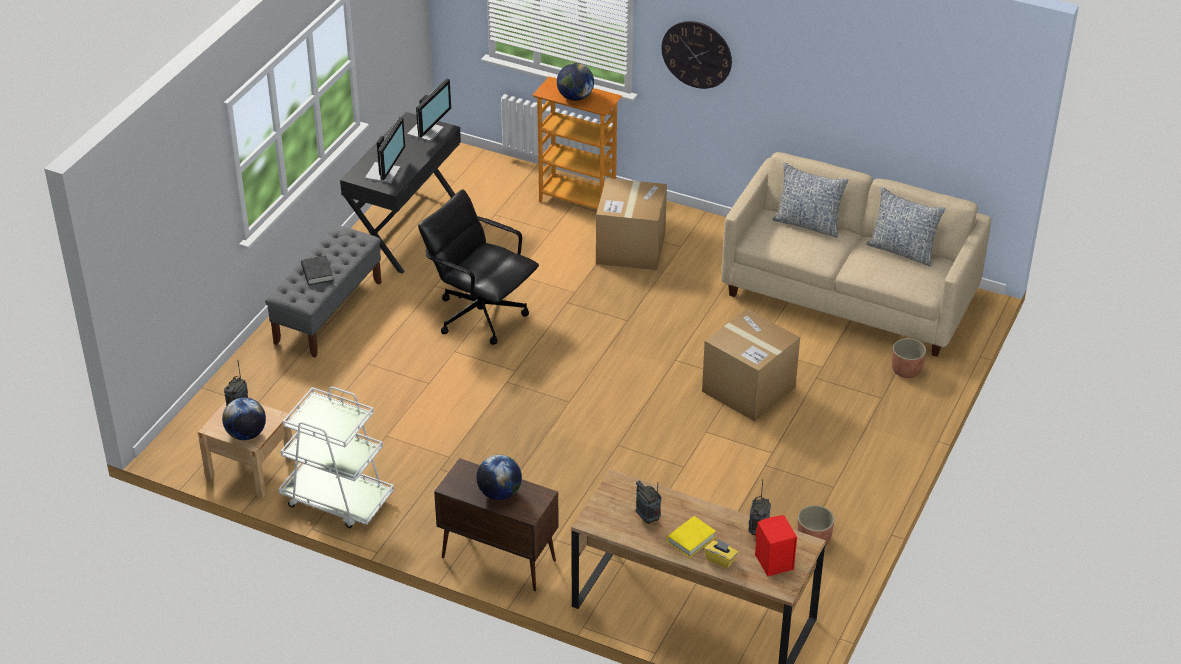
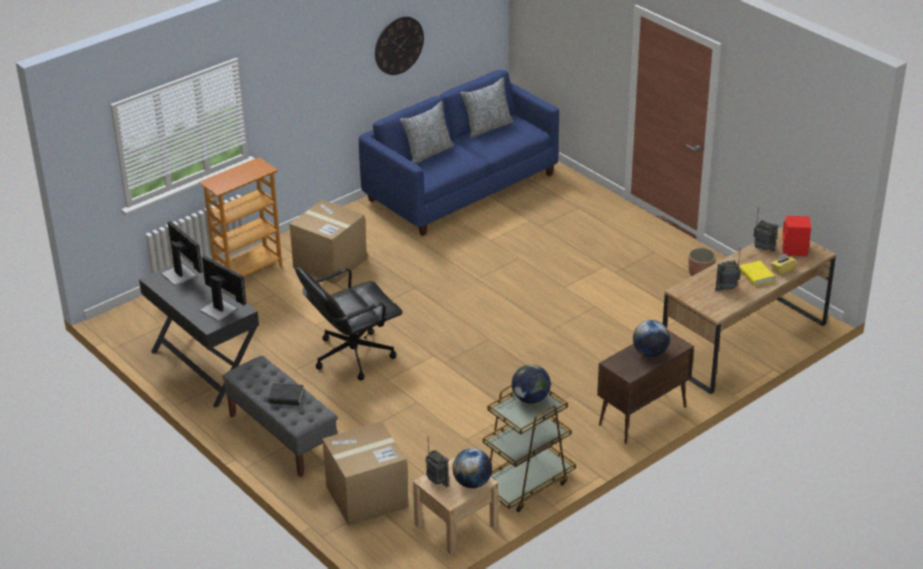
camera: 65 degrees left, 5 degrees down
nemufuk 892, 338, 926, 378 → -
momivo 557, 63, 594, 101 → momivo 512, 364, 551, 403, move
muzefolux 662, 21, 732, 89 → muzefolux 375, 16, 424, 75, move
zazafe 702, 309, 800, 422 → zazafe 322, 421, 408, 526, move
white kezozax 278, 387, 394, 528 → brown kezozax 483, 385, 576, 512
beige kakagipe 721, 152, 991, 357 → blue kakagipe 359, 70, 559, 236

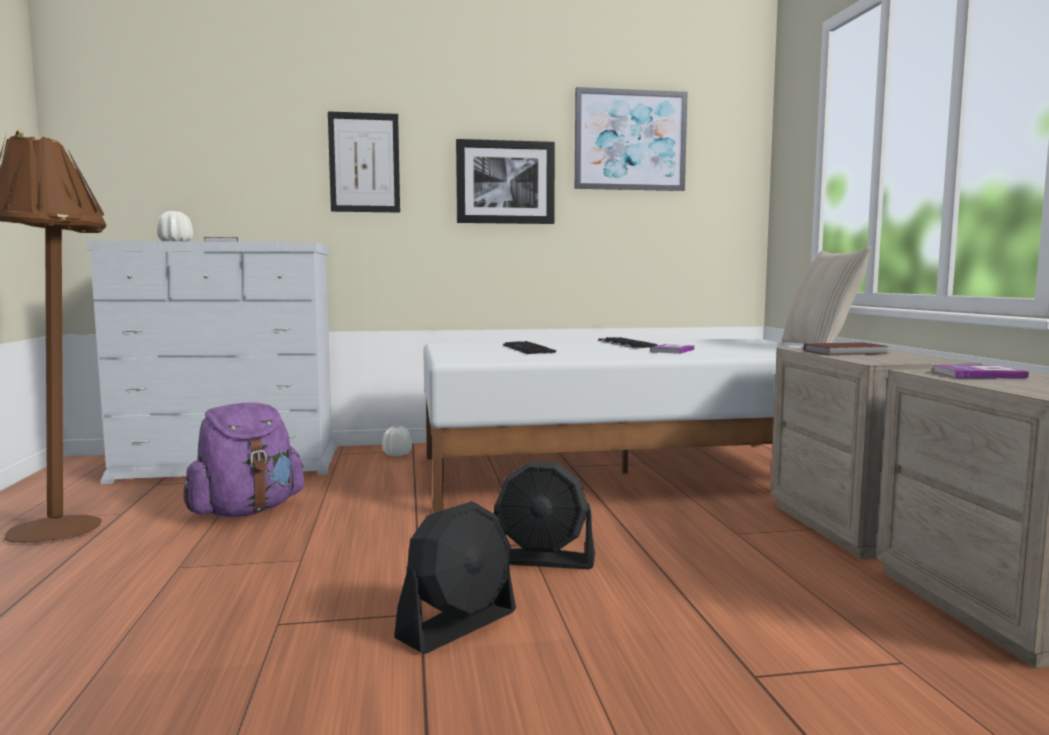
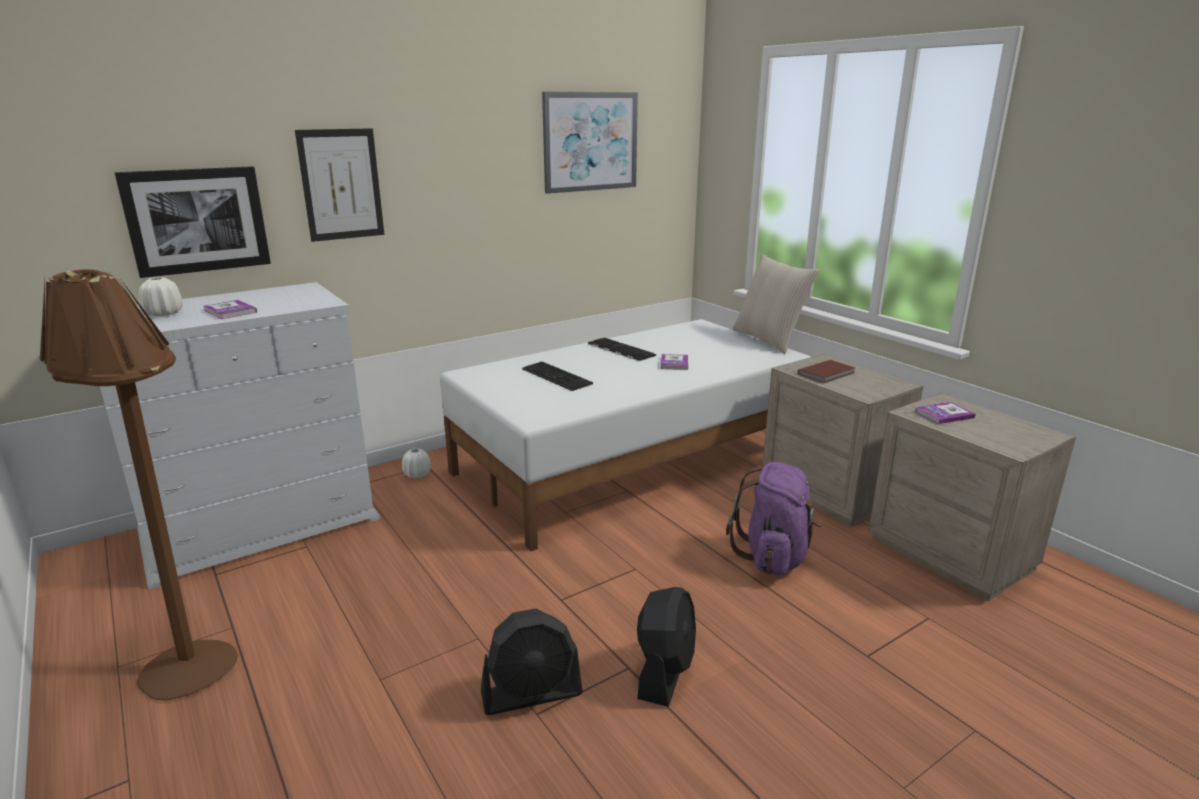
camera: 25 degrees left, 15 degrees up
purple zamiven 183, 403, 304, 517 → purple zamiven 726, 462, 823, 575, move
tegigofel 456, 139, 555, 224 → tegigofel 115, 166, 271, 278, move
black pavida 494, 461, 595, 569 → black pavida 481, 609, 583, 715, move

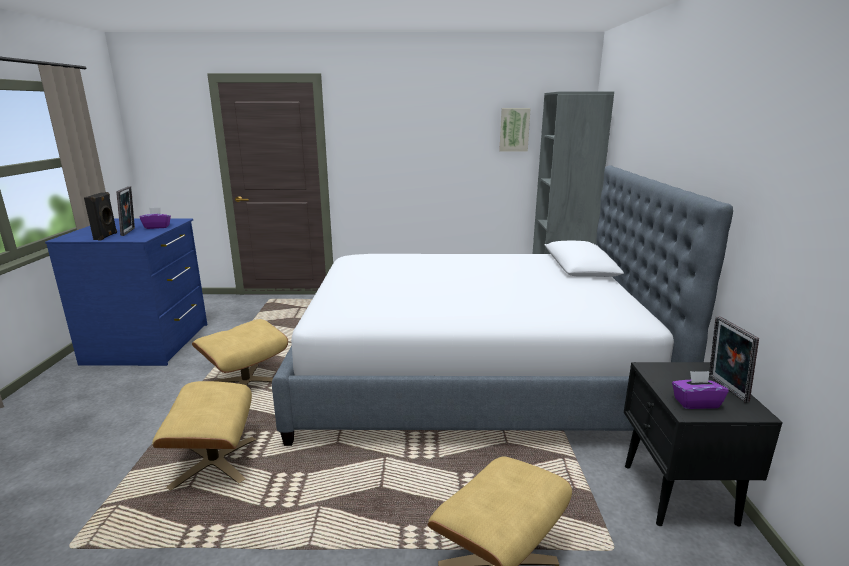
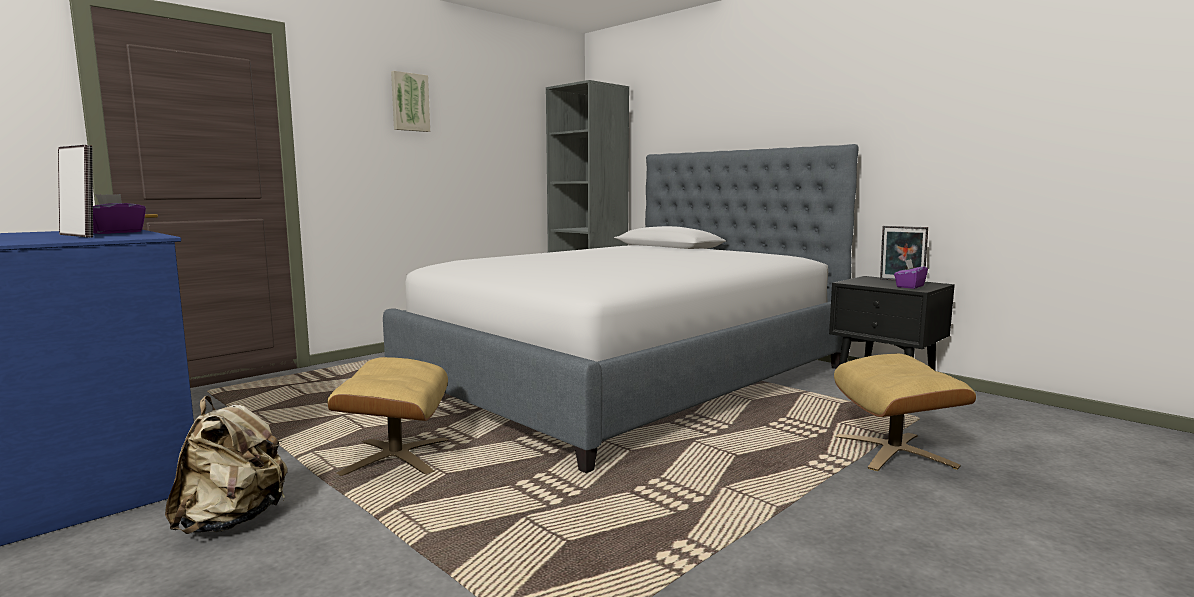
camera: 45 degrees left, 10 degrees down
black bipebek 84, 192, 117, 240 → -
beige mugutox 152, 381, 256, 491 → -
- → beige zamiven 165, 396, 288, 534
tegigofel 499, 108, 531, 152 → tegigofel 391, 71, 430, 132, move

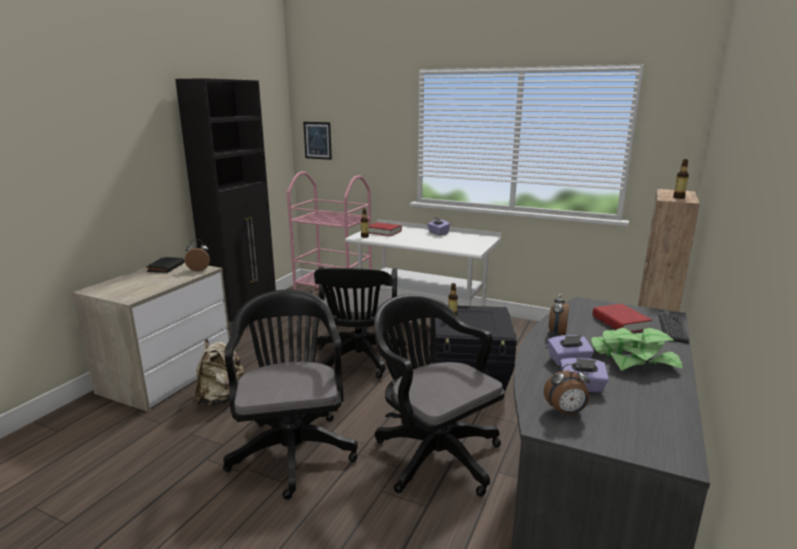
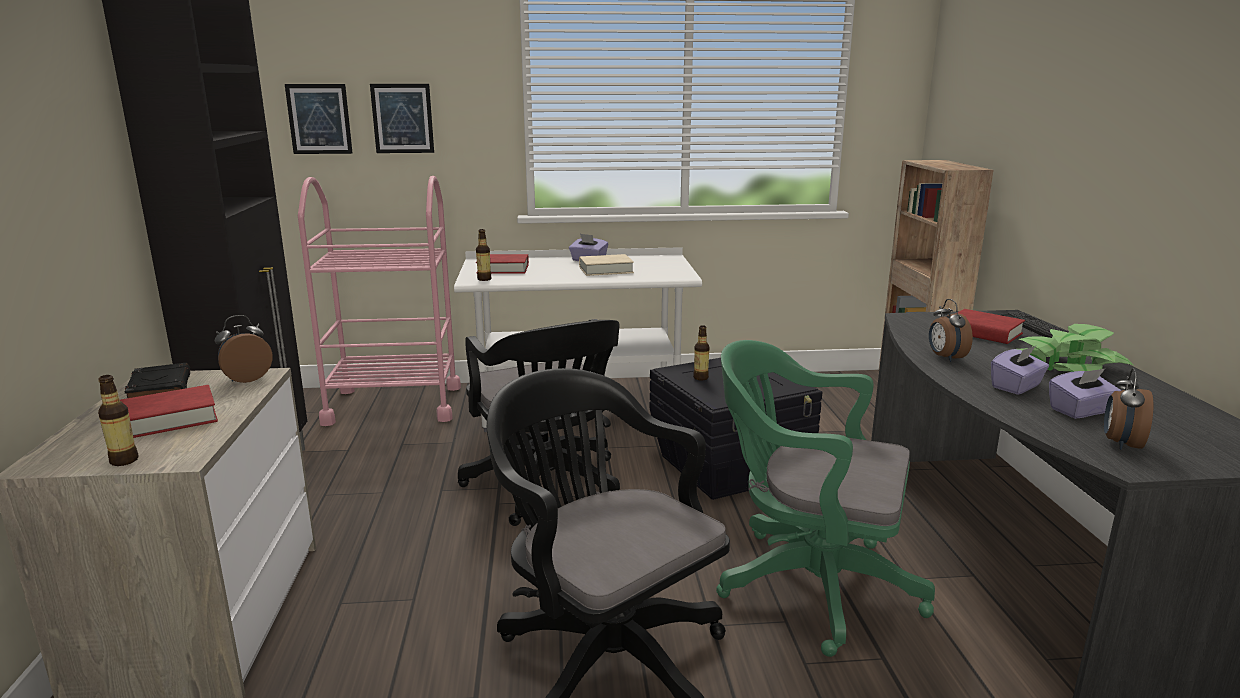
camera: 30 degrees left, 0 degrees up
beige zamiven 195, 339, 245, 407 → -
- → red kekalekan 120, 385, 218, 438
- → tegigofel 370, 84, 434, 153
- → beige kekalekan 579, 254, 634, 276
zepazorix 673, 159, 689, 199 → zepazorix 98, 375, 139, 466, move
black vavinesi 374, 294, 505, 497 → green vavinesi 716, 340, 935, 657
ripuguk 544, 363, 590, 415 → ripuguk 1104, 368, 1153, 450, 150 degrees clockwise

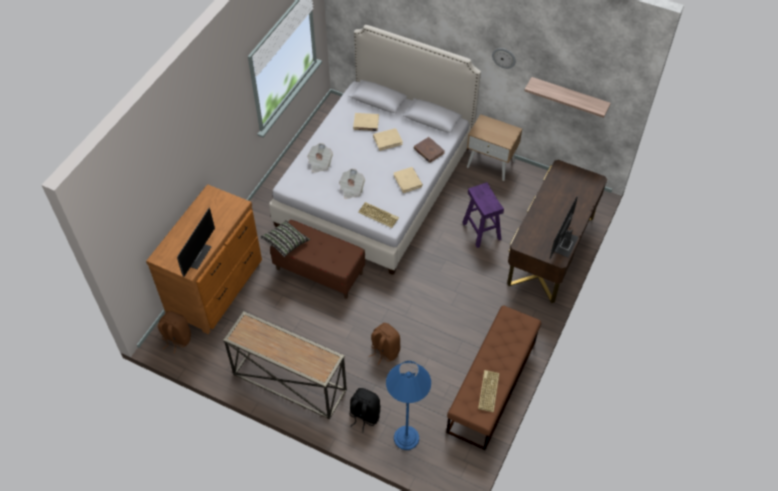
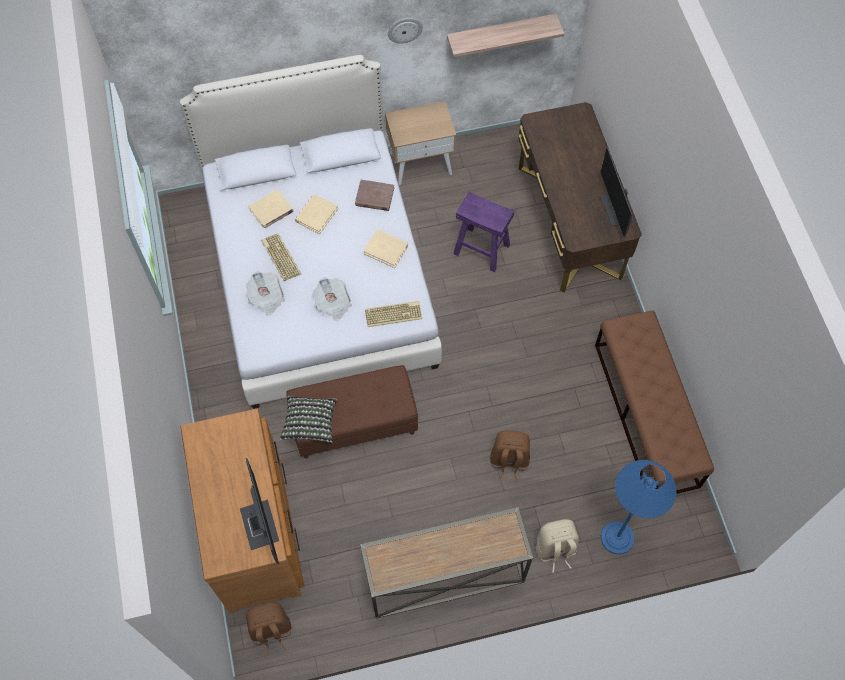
camera: 40 degrees left, 10 degrees up
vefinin 478, 370, 499, 412 → vefinin 261, 233, 301, 281, move
black zamiven 350, 388, 381, 432 → beige zamiven 536, 519, 579, 573

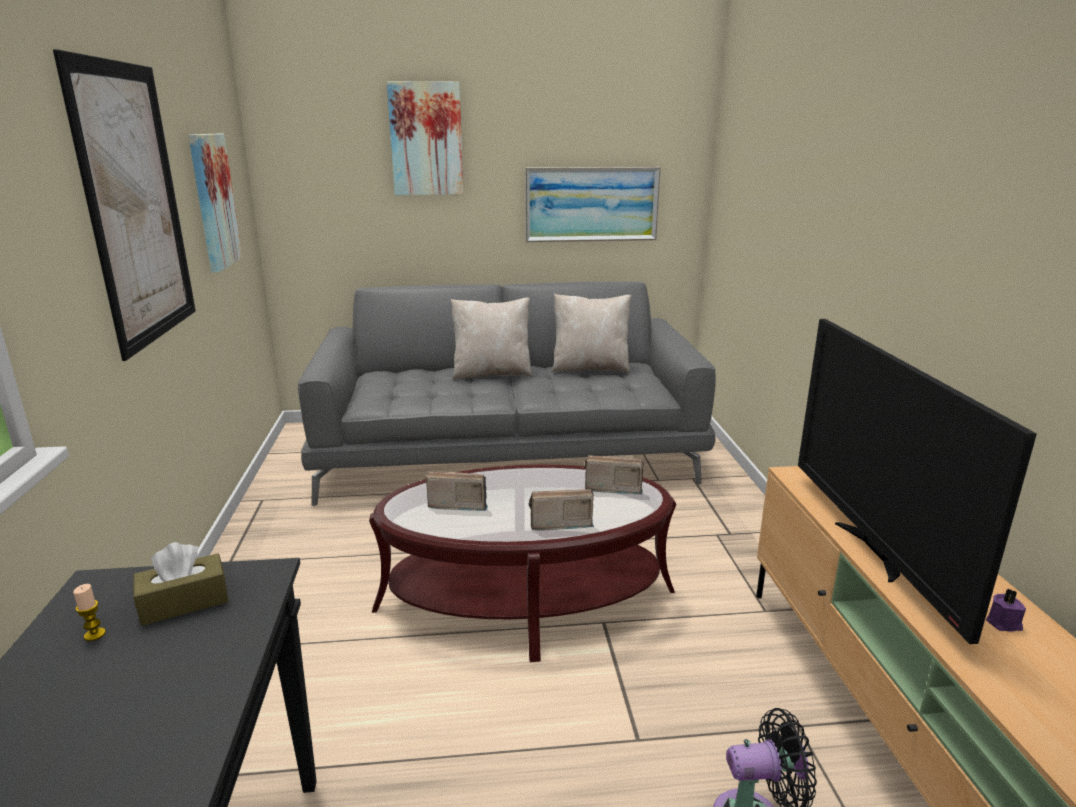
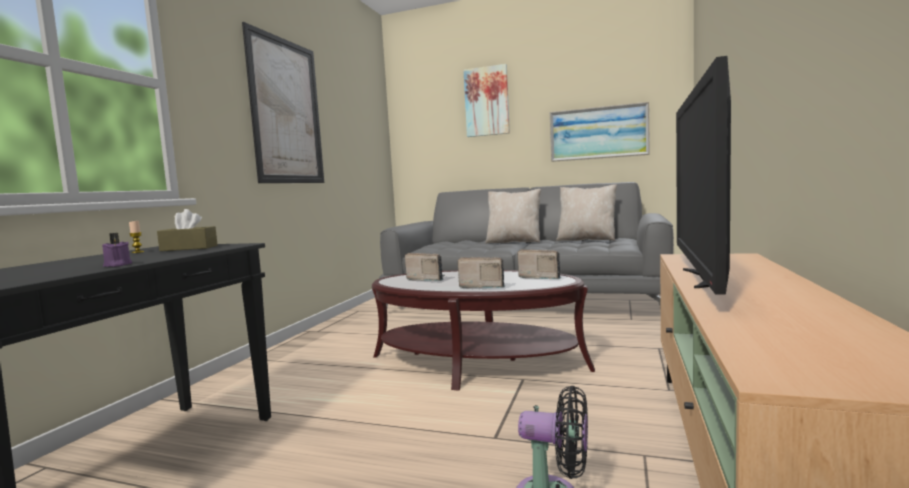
camera: 25 degrees right, 15 degrees down
tegigofel 188, 134, 243, 272 → -
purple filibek 986, 589, 1026, 631 → purple filibek 102, 233, 133, 267, move

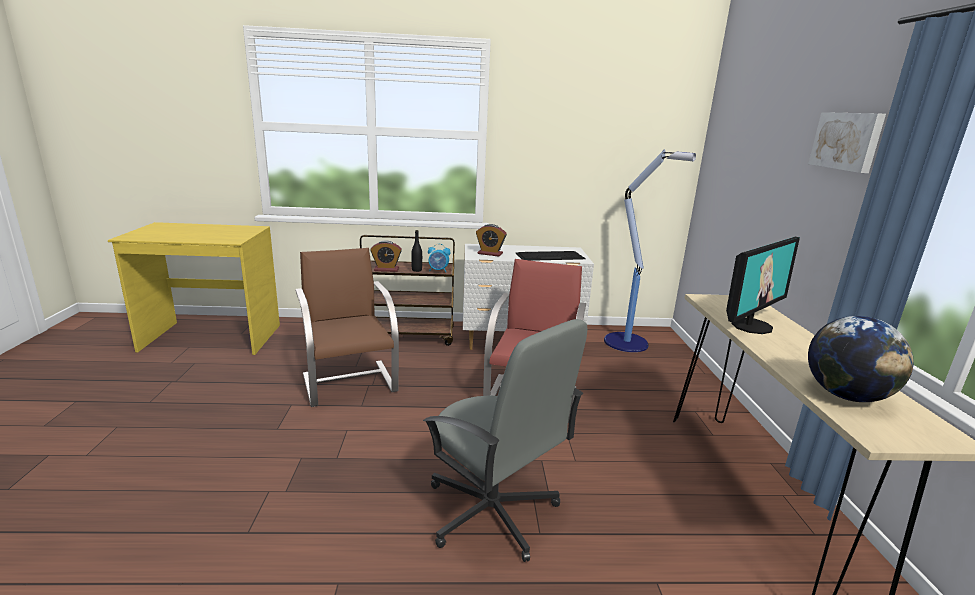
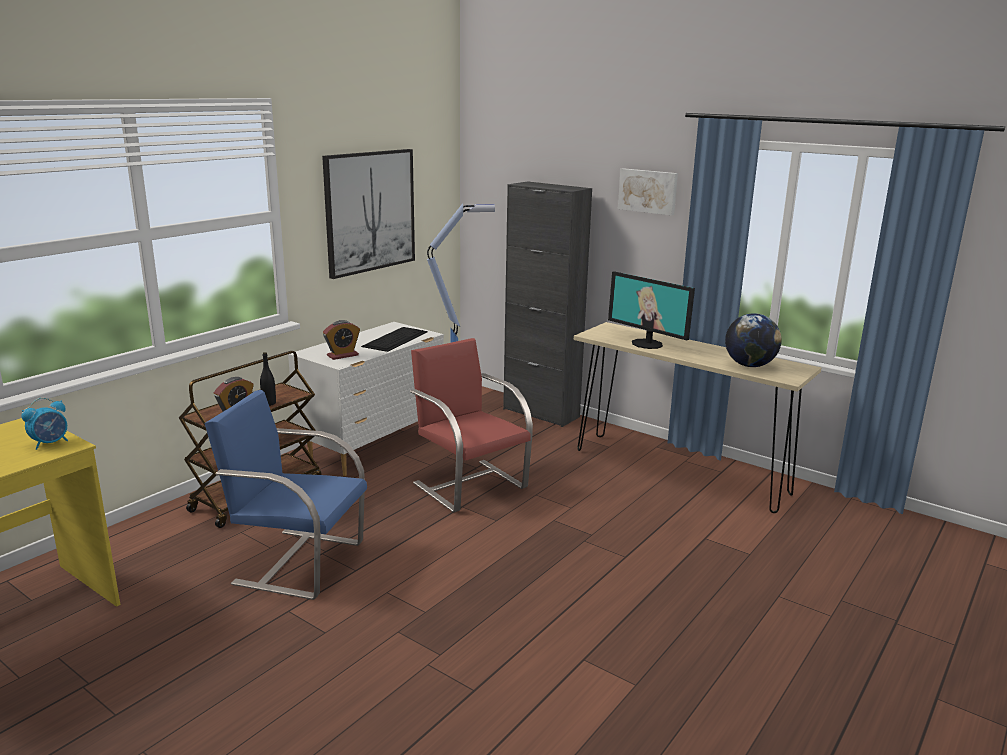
camera: 50 degrees left, 0 degrees up
grey vavinesi 423, 319, 588, 562 → -
- → tegigofel 322, 149, 415, 279
- → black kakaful 503, 182, 592, 427
ripuguk 428, 244, 451, 272 → ripuguk 21, 398, 68, 450, move
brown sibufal 295, 248, 399, 407 → blue sibufal 204, 390, 367, 600
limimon 726, 237, 800, 334 → limimon 608, 271, 695, 349, 135 degrees clockwise

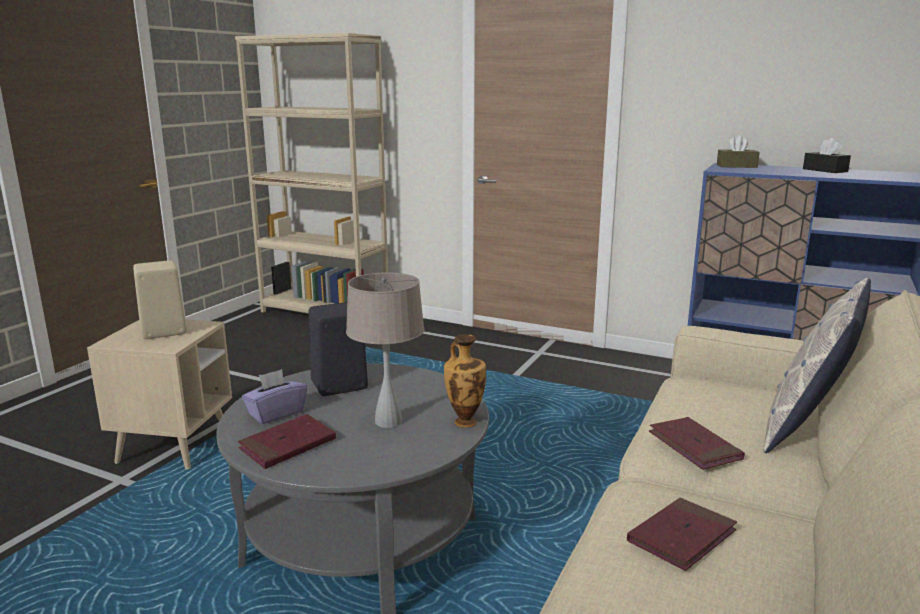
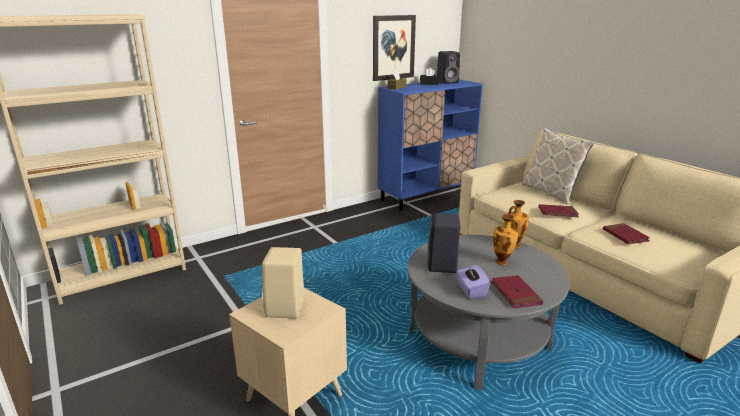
camera: 60 degrees left, 5 degrees up
- → tegigofel 373, 15, 416, 81
- → black bipebek 437, 51, 460, 84
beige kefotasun 346, 272, 424, 428 → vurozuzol 493, 214, 518, 265

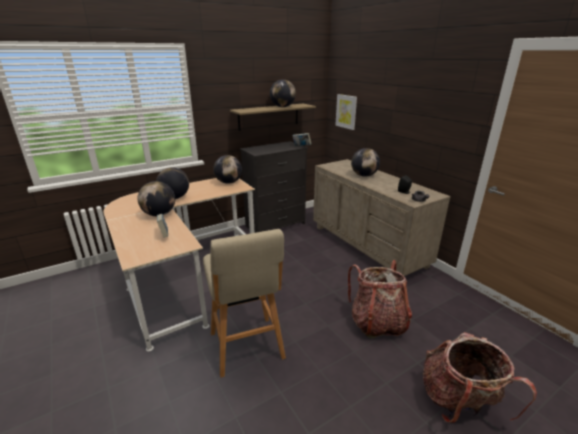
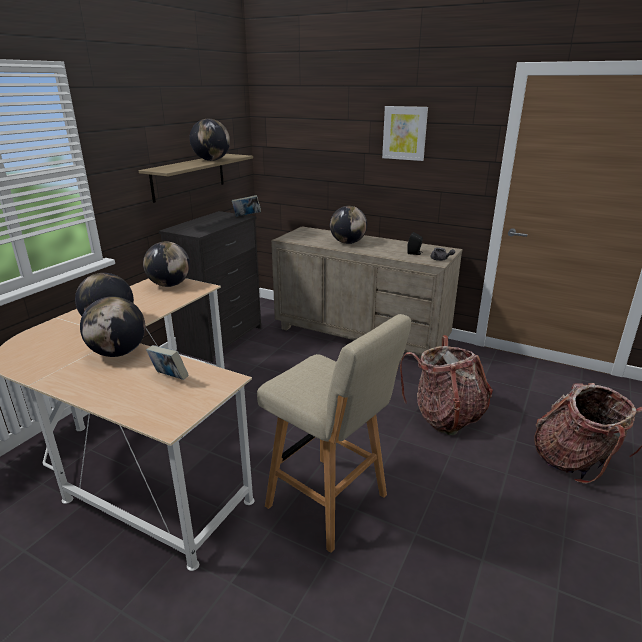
camera: 30 degrees left, 0 degrees up
tegigofel 335, 94, 357, 130 → tegigofel 382, 106, 428, 161, move

